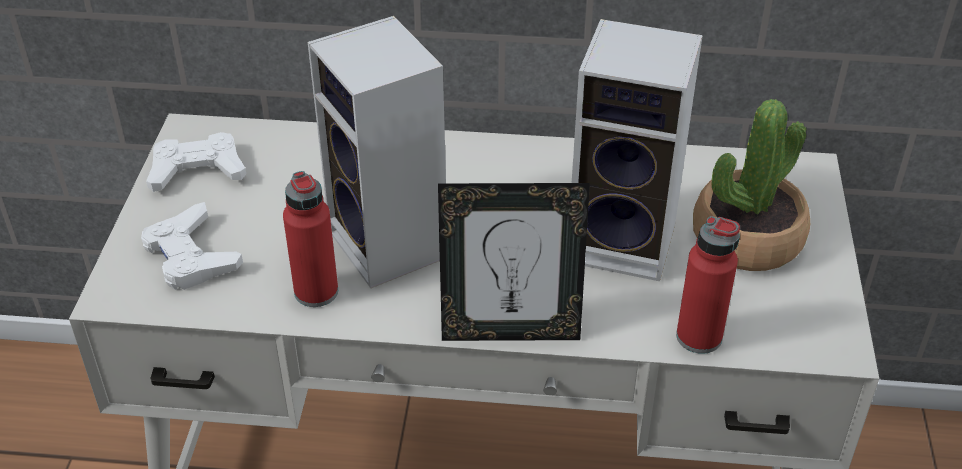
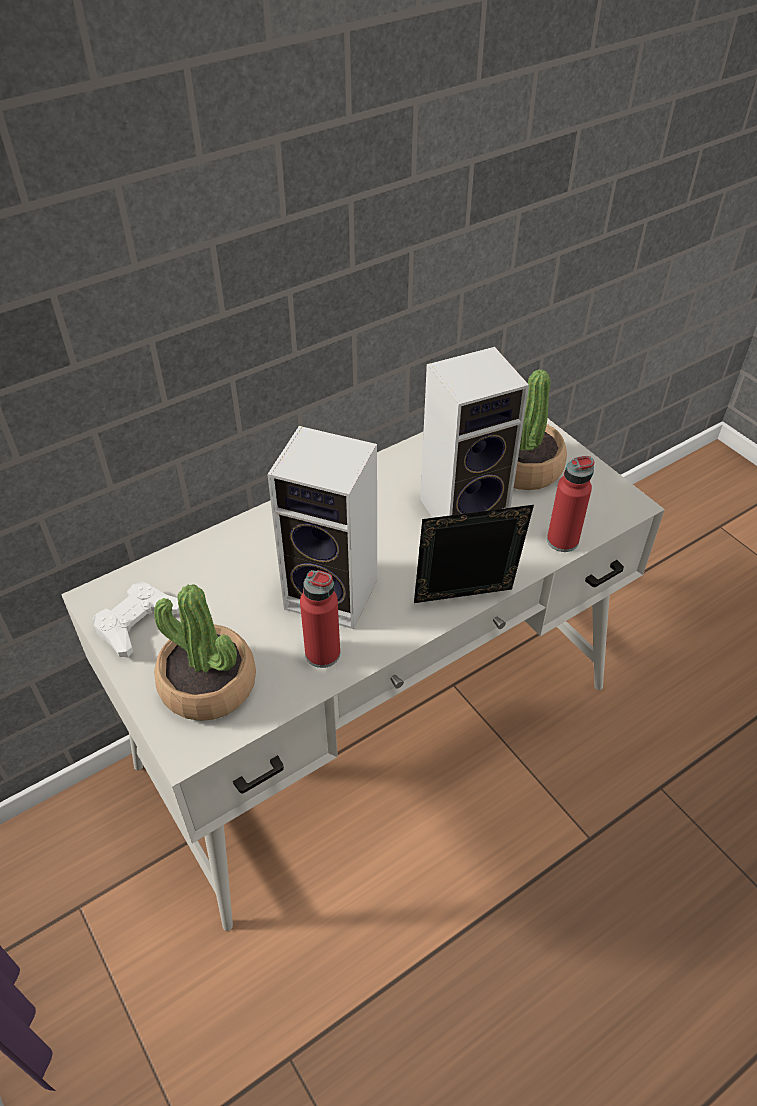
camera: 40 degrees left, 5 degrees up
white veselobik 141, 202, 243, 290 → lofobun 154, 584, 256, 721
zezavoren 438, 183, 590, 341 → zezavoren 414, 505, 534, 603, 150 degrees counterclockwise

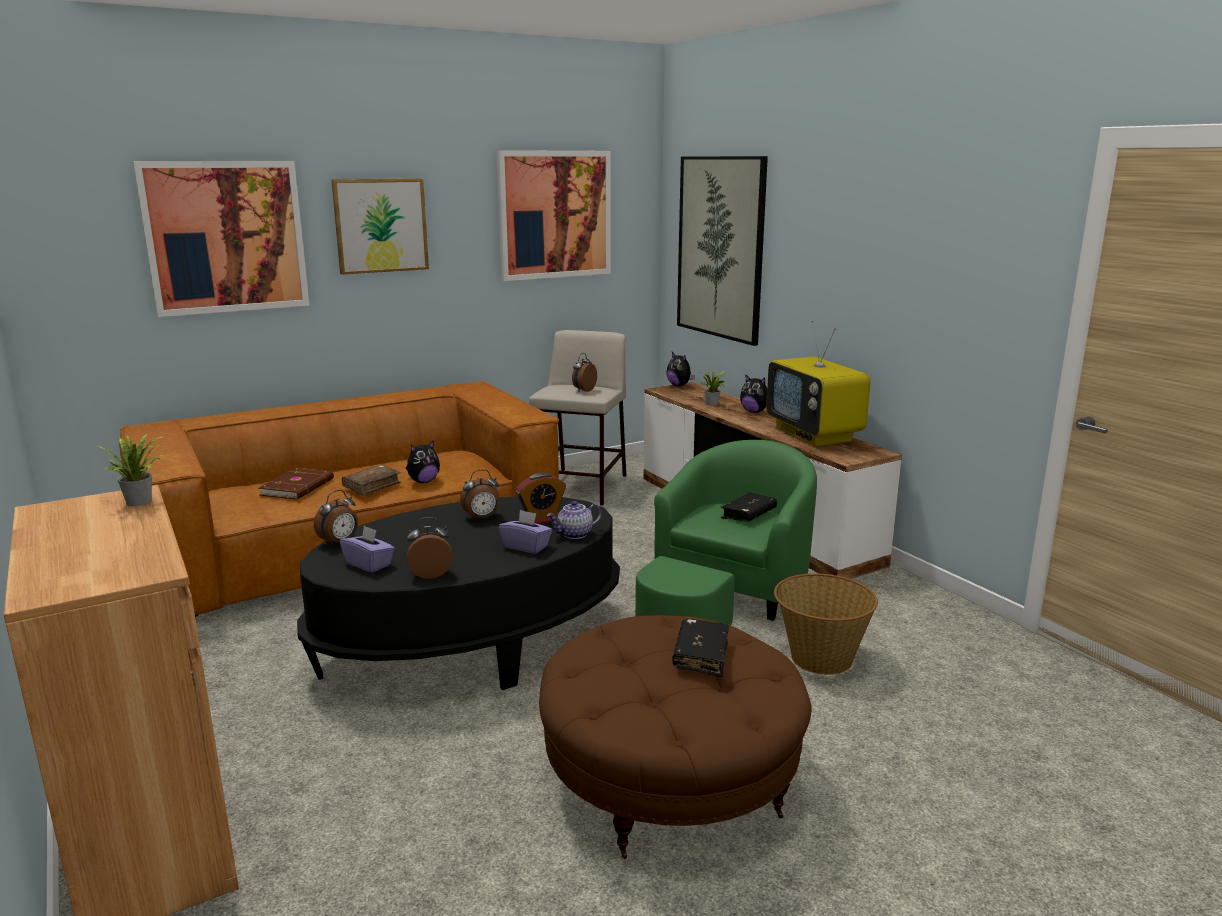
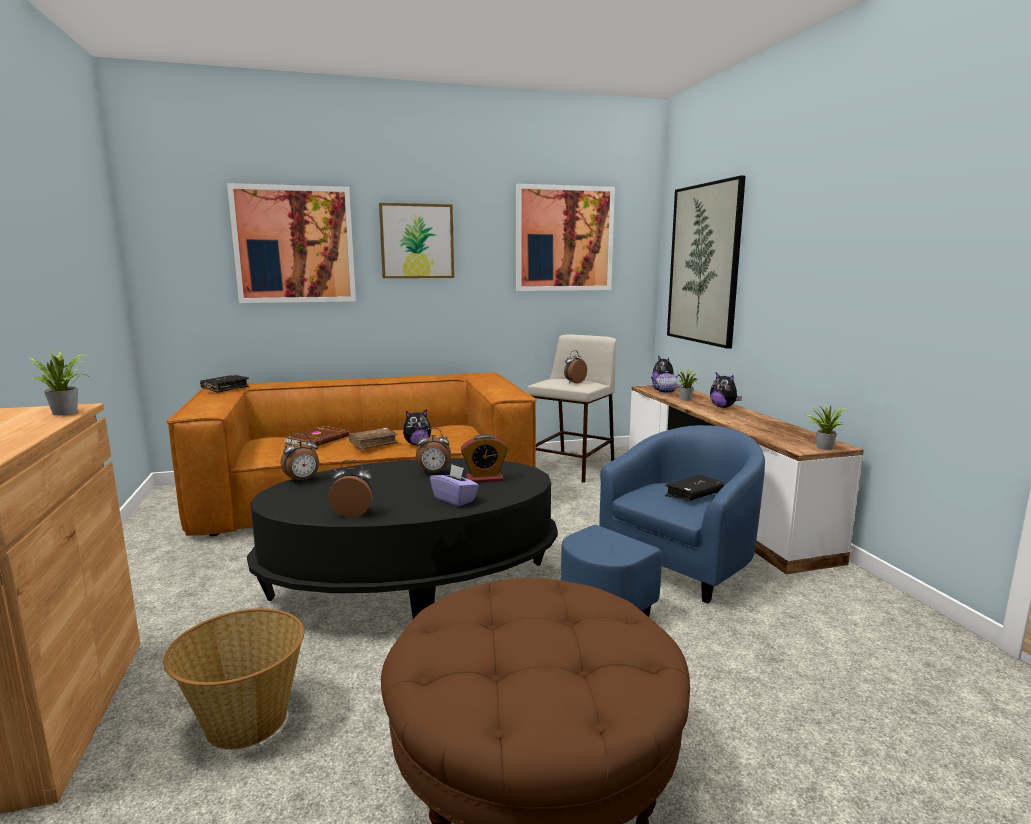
camera: 15 degrees right, 5 degrees down
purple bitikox 340, 525, 395, 573 → -
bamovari 766, 320, 871, 447 → -
- → lofobun 805, 405, 846, 450
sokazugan 547, 501, 602, 539 → sokazugan 650, 371, 683, 393, move
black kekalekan 672, 618, 729, 677 → black kekalekan 200, 375, 249, 393, move
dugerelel 774, 573, 878, 675 → dugerelel 163, 608, 304, 750, move
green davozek 635, 440, 817, 625 → blue davozek 561, 425, 765, 617

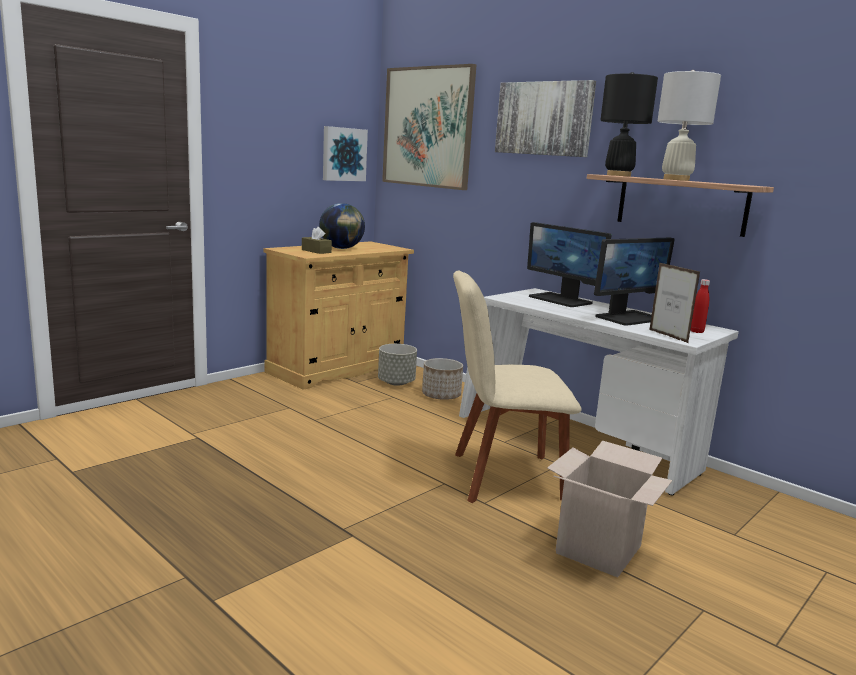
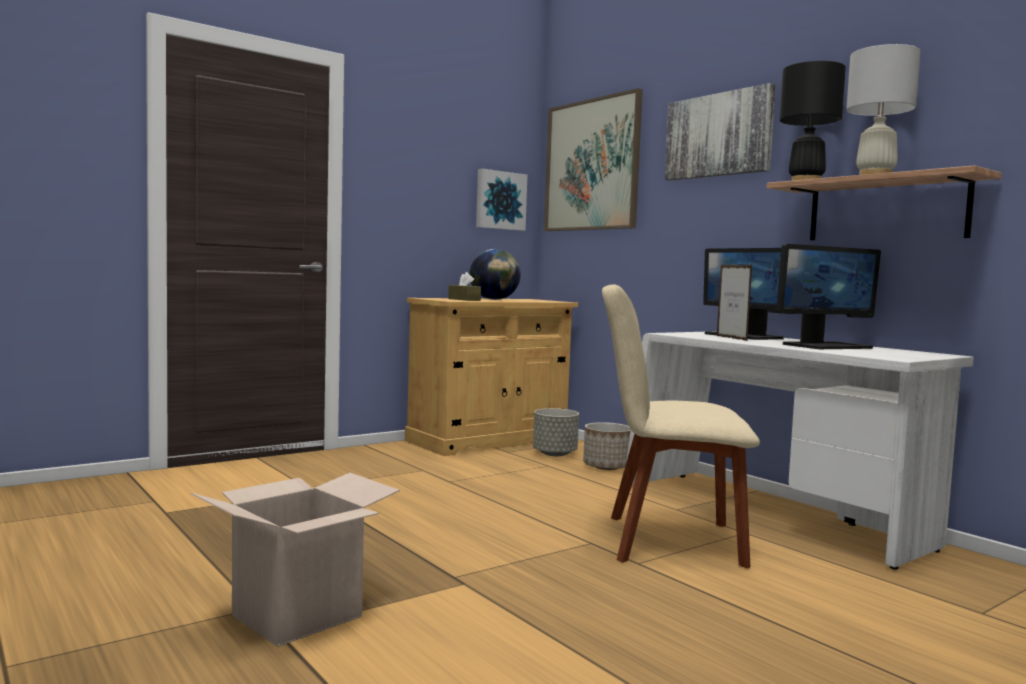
camera: 10 degrees right, 10 degrees down
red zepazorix 690, 279, 710, 333 → -
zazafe 547, 440, 672, 578 → zazafe 191, 473, 400, 647, move
zezavoren 649, 263, 700, 343 → zezavoren 717, 265, 752, 341, move

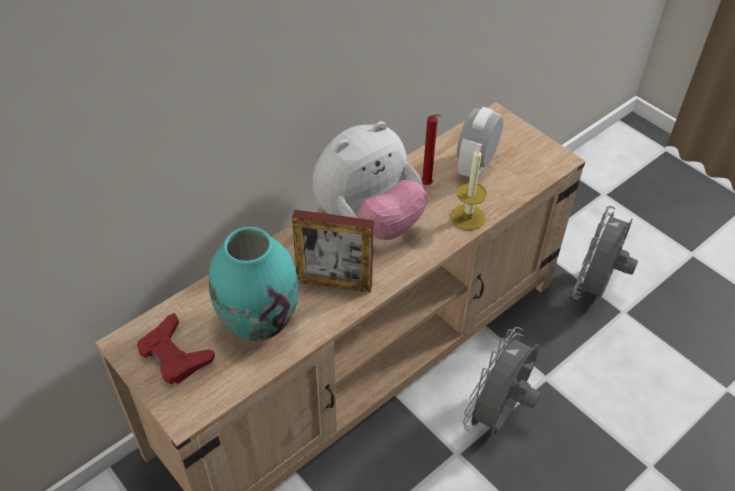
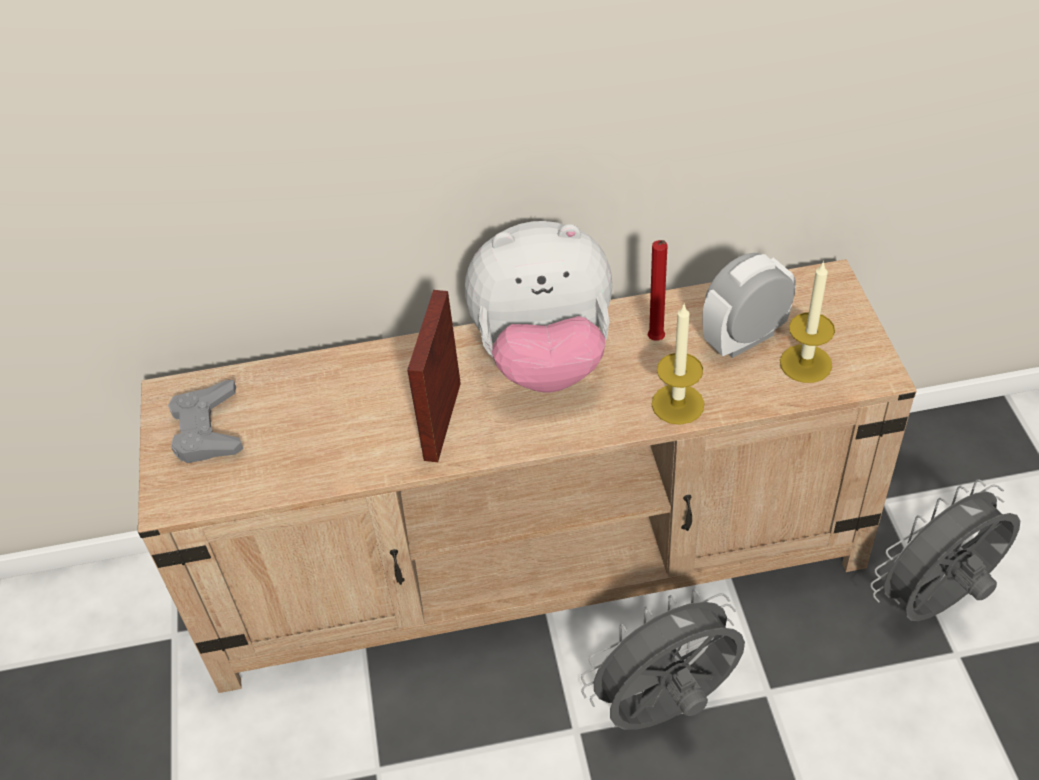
camera: 35 degrees right, 0 degrees up
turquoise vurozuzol 209, 227, 298, 341 → -
- → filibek 780, 261, 835, 383
red veselobik 137, 313, 215, 384 → grey veselobik 168, 380, 243, 463
zezavoren 292, 210, 374, 293 → zezavoren 407, 290, 461, 462, 60 degrees clockwise

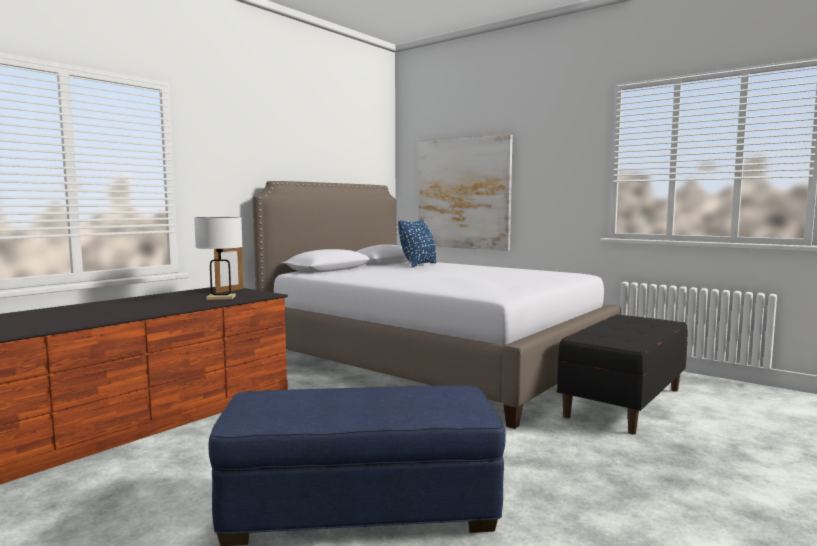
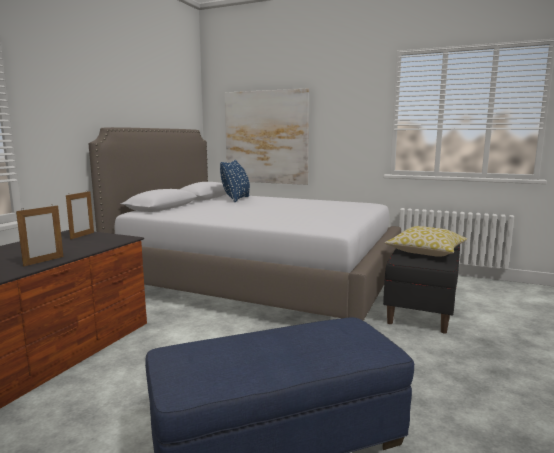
camera: 15 degrees left, 5 degrees up
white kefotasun 194, 217, 243, 300 → -
- → zezavoren 16, 204, 64, 267
- → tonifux 385, 226, 467, 257

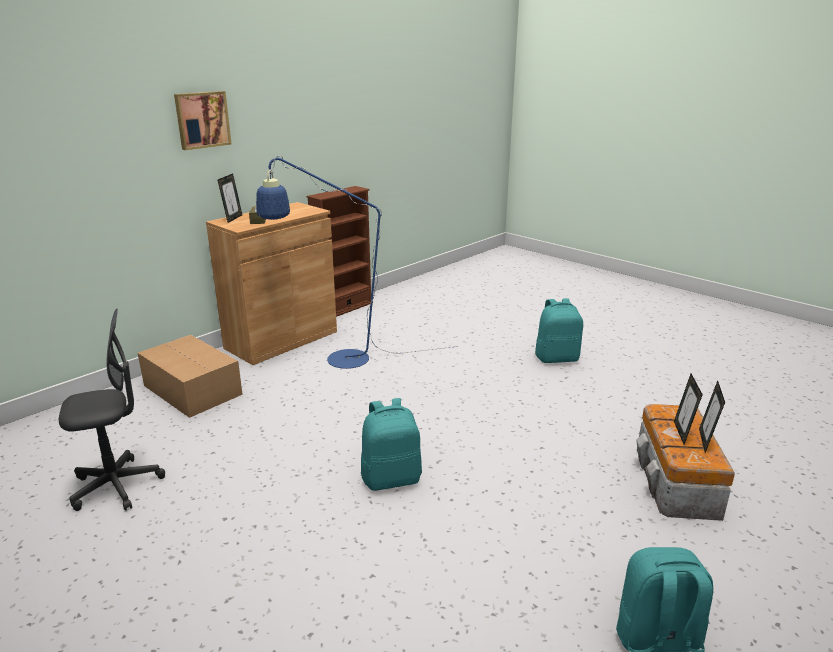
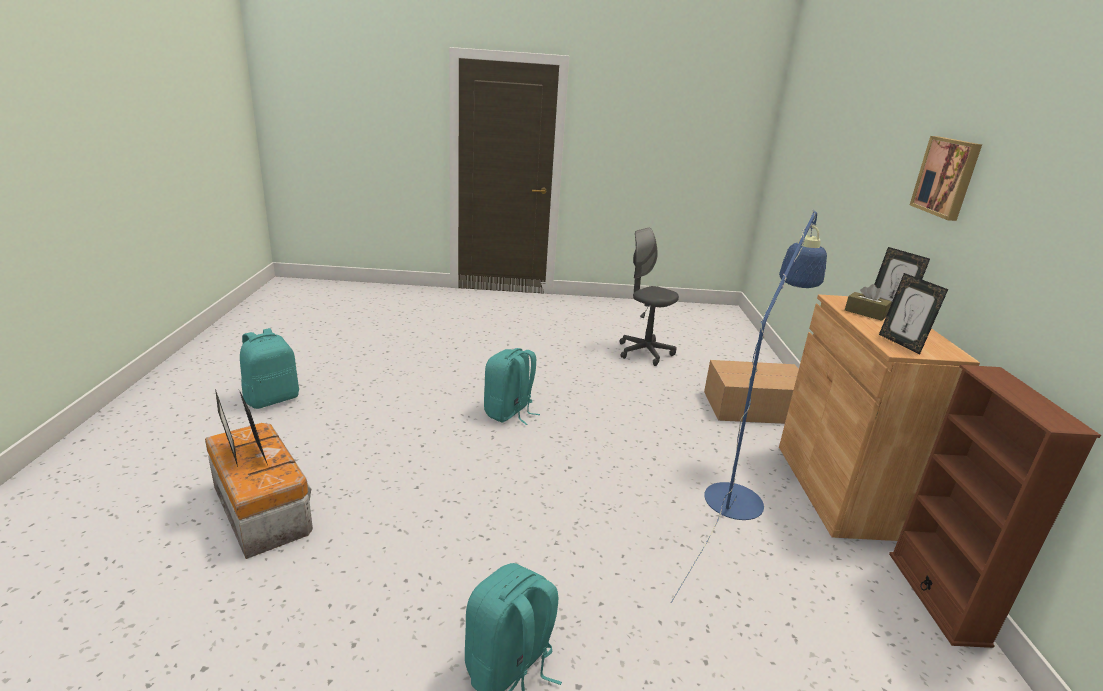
camera: 135 degrees right, 0 degrees up
- → zezavoren 879, 273, 948, 354
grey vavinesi 59, 309, 165, 511 → grey vavinesi 619, 228, 679, 366, 105 degrees clockwise

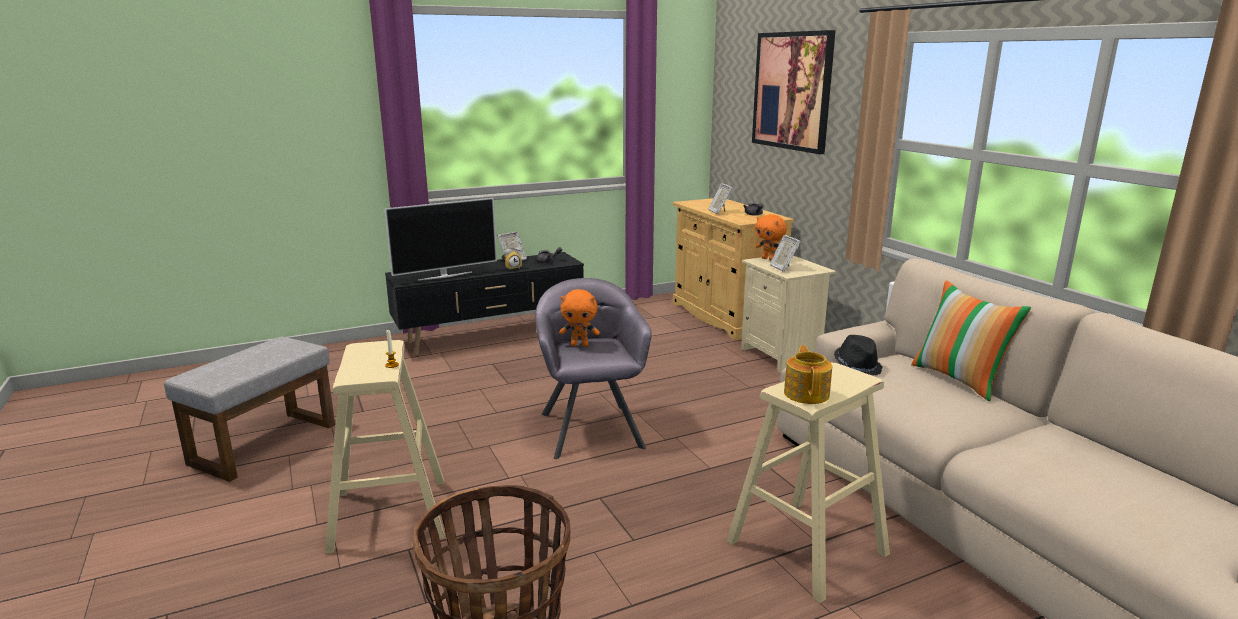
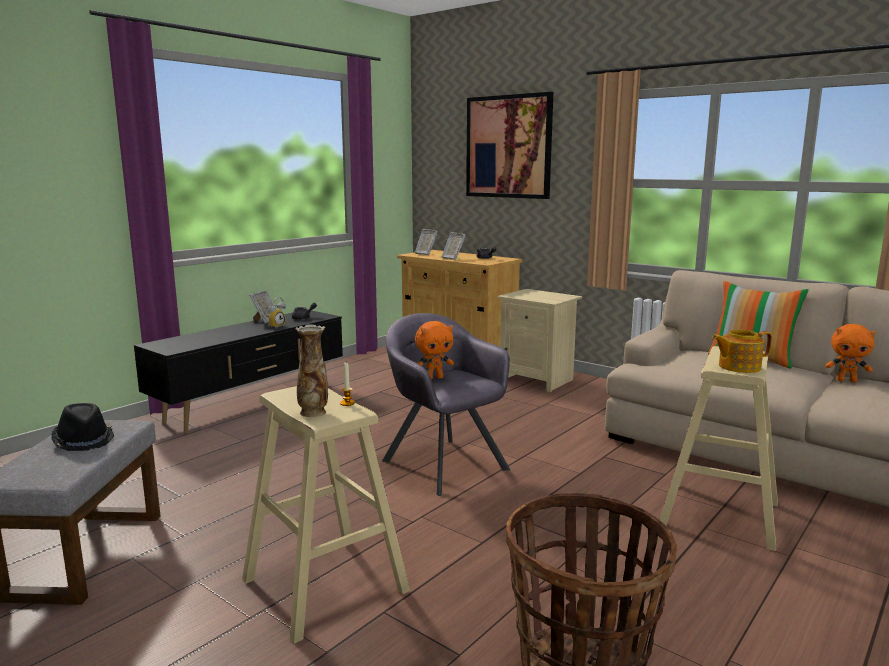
camera: 25 degrees left, 5 degrees down
bamovari 385, 198, 497, 280 → -
- → vurozuzol 295, 324, 328, 417
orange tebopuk 755, 214, 787, 260 → orange tebopuk 825, 324, 876, 382, move
zezavoren 770, 235, 801, 272 → zezavoren 415, 229, 438, 255, move
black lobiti 834, 335, 882, 376 → black lobiti 51, 403, 114, 451, move
sokazugan 784, 345, 832, 404 → sokazugan 712, 330, 772, 373, 75 degrees counterclockwise

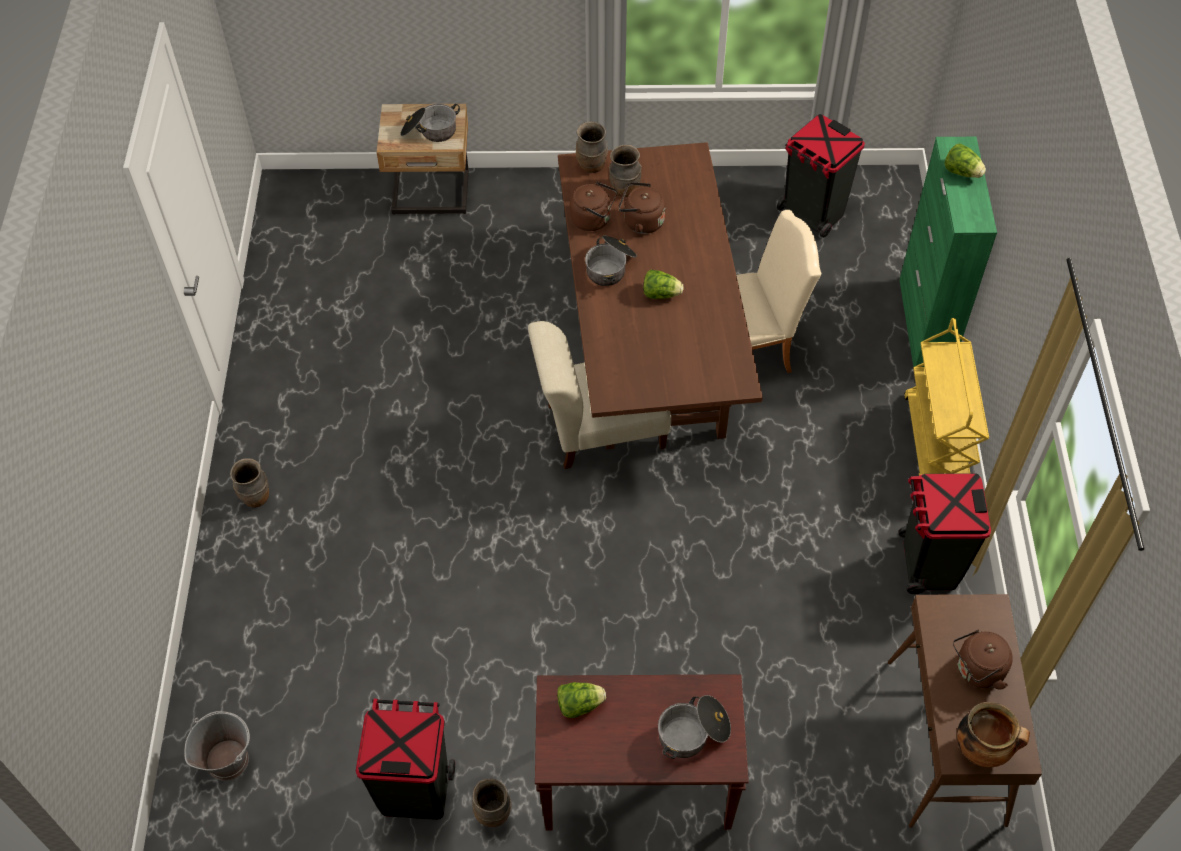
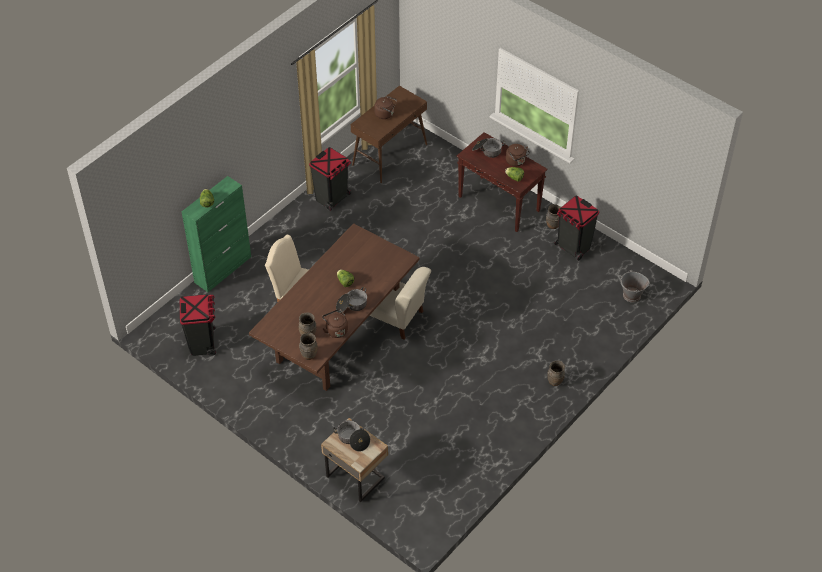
camera: 140 degrees left, 5 degrees down
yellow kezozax 904, 318, 989, 476 → -
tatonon 957, 702, 1030, 767 → -
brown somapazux 618, 182, 665, 234 → brown somapazux 506, 144, 530, 166, move

